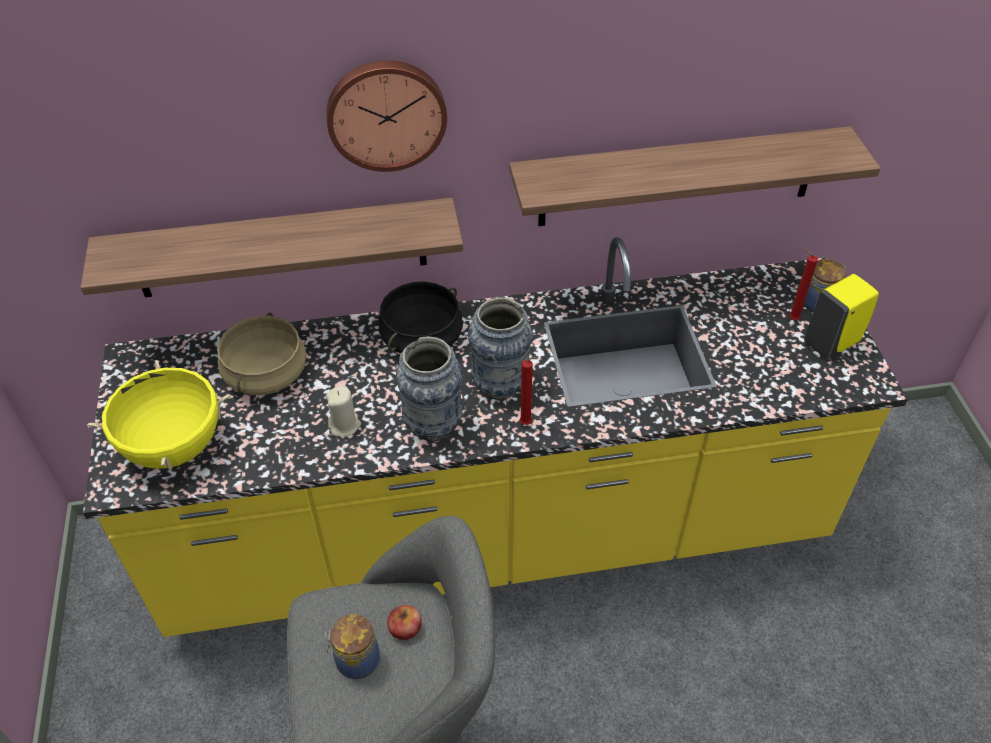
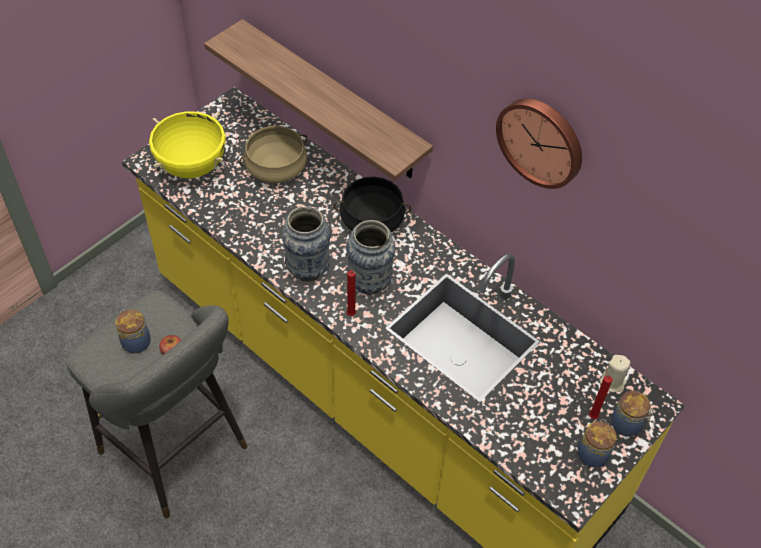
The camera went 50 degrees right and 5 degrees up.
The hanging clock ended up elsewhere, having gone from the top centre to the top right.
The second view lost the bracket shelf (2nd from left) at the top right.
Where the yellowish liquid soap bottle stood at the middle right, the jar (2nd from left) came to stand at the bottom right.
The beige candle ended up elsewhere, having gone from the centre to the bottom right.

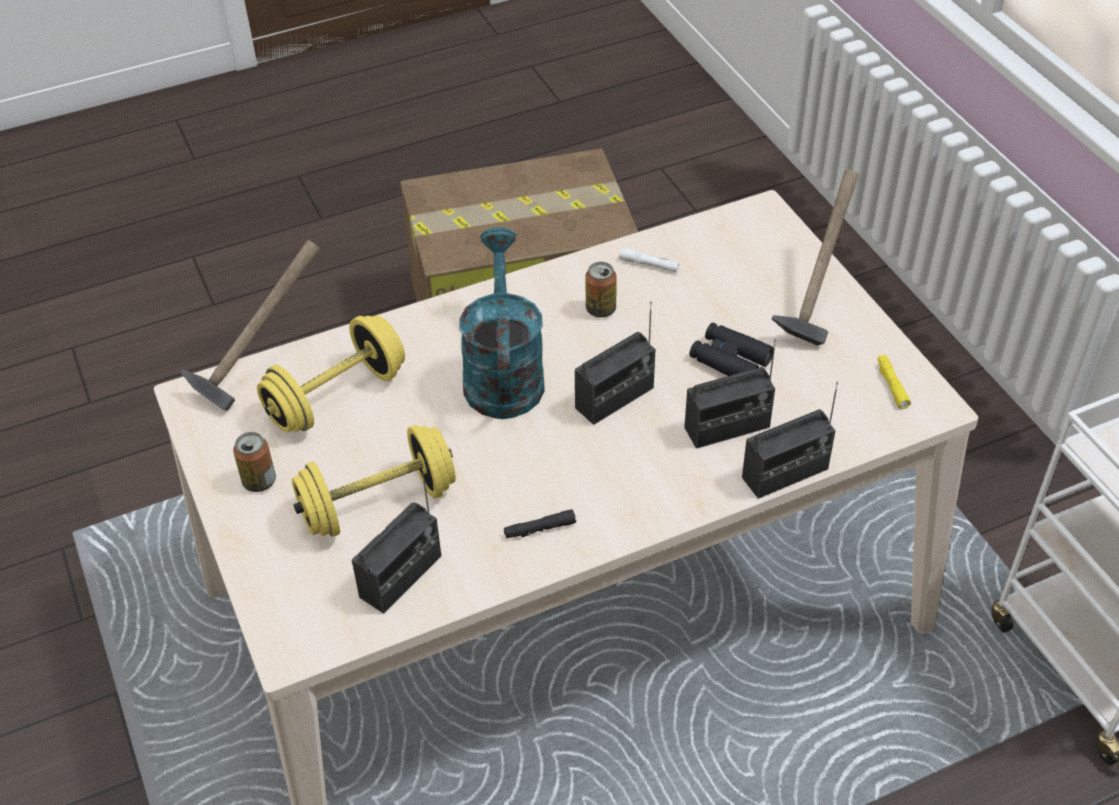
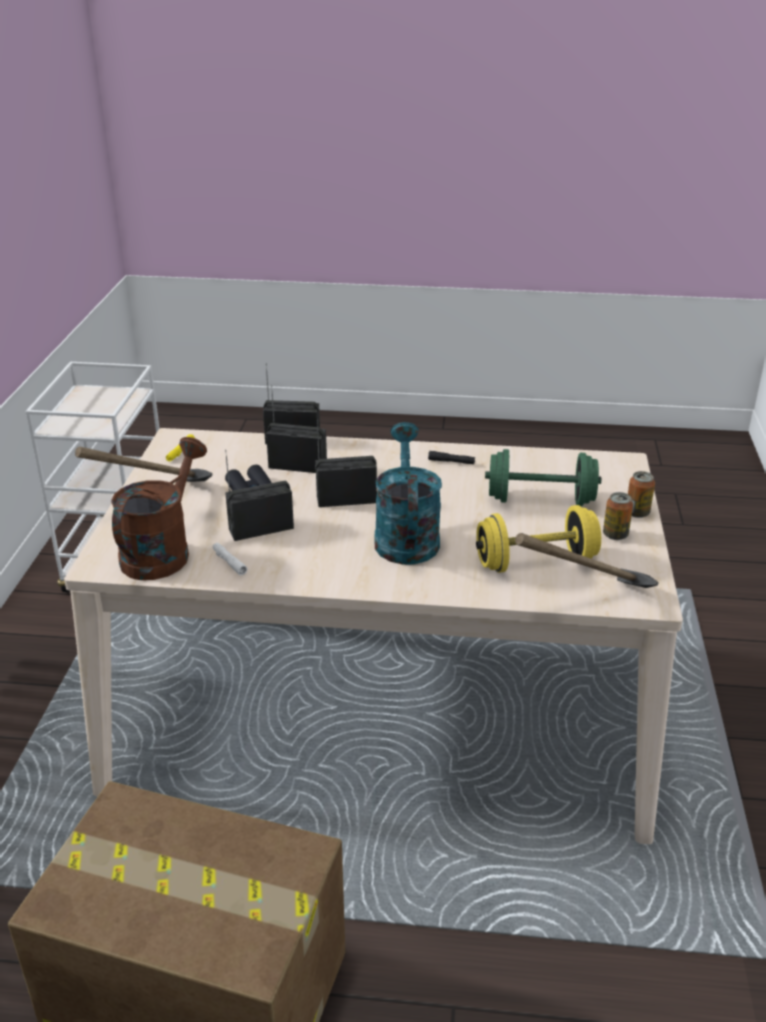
The camera went 150 degrees left and 15 degrees down.
The blue-green watering pot at the centre ended up facing another way, 150 degrees clockwise from before.
The metal can (2nd from left) ended up elsewhere, having gone from the centre to the middle right.
What was the yellowish free weight (2nd from left) at the centre turned into the greenish free weight at the middle right.
The radio receiver (1st from left) ended up elsewhere, having gone from the bottom centre to the centre.
The second view gained the brown watering pot at the middle left.

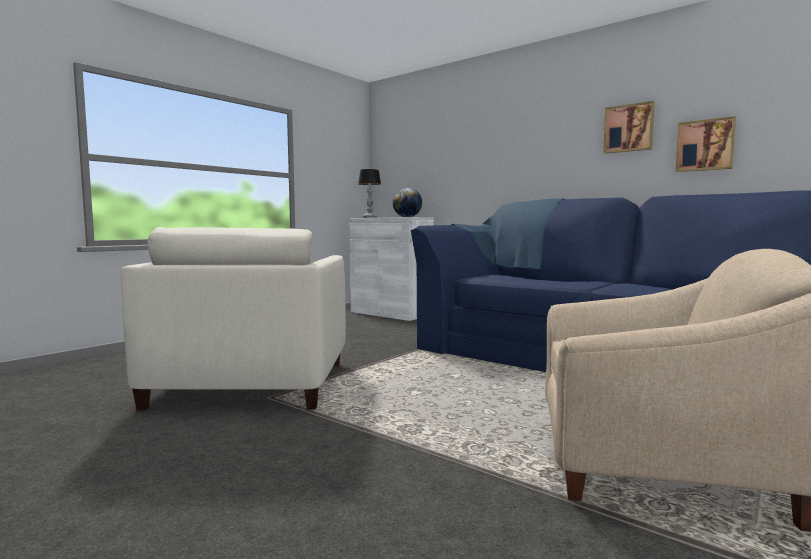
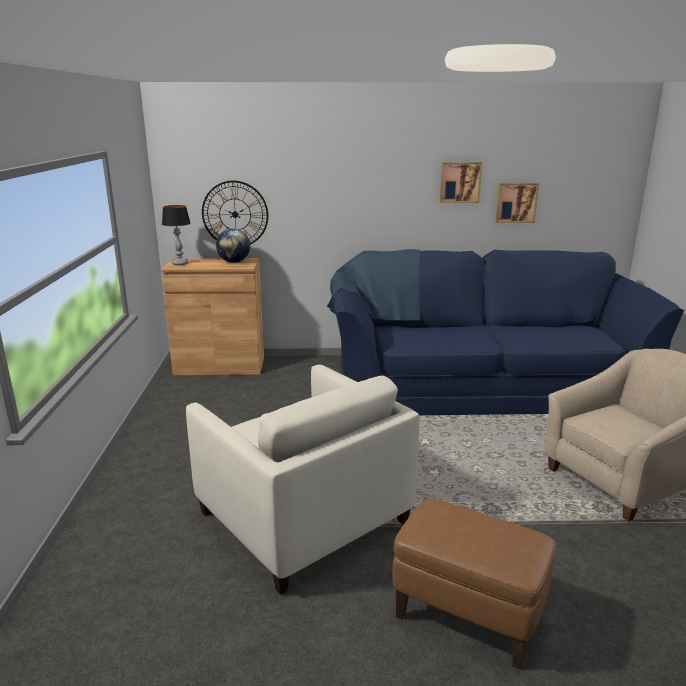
The camera went 40 degrees left and 15 degrees up.
What was the whitish storage cabinet at the centre turned into the brown storage cabinet at the middle left.
The second view gained the hanging clock at the top centre.
The second view gained the brown pouffe at the bottom right.

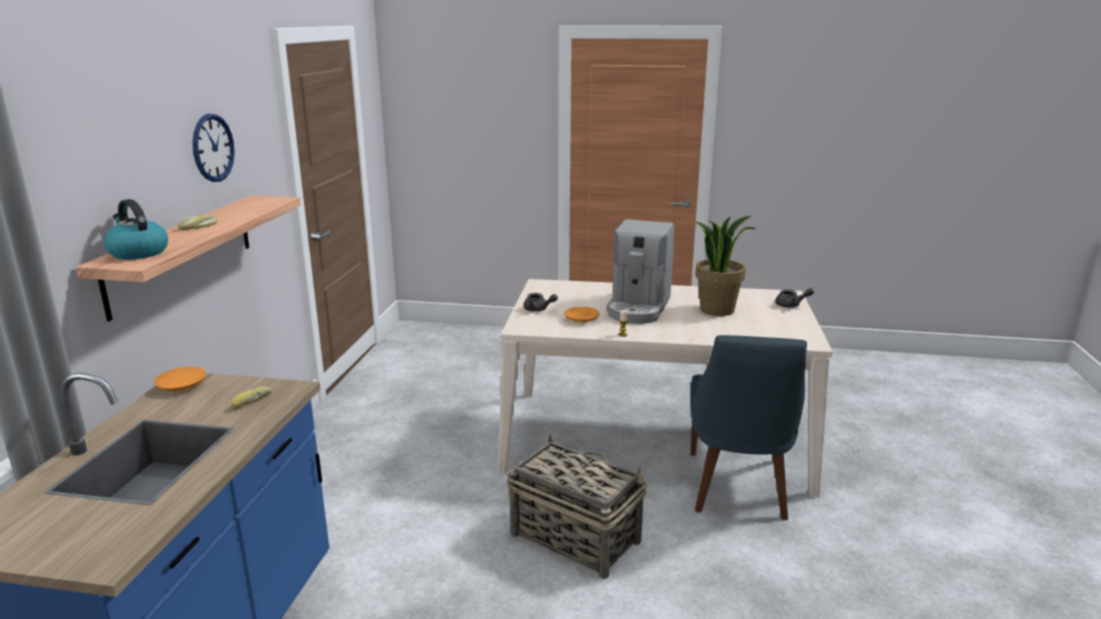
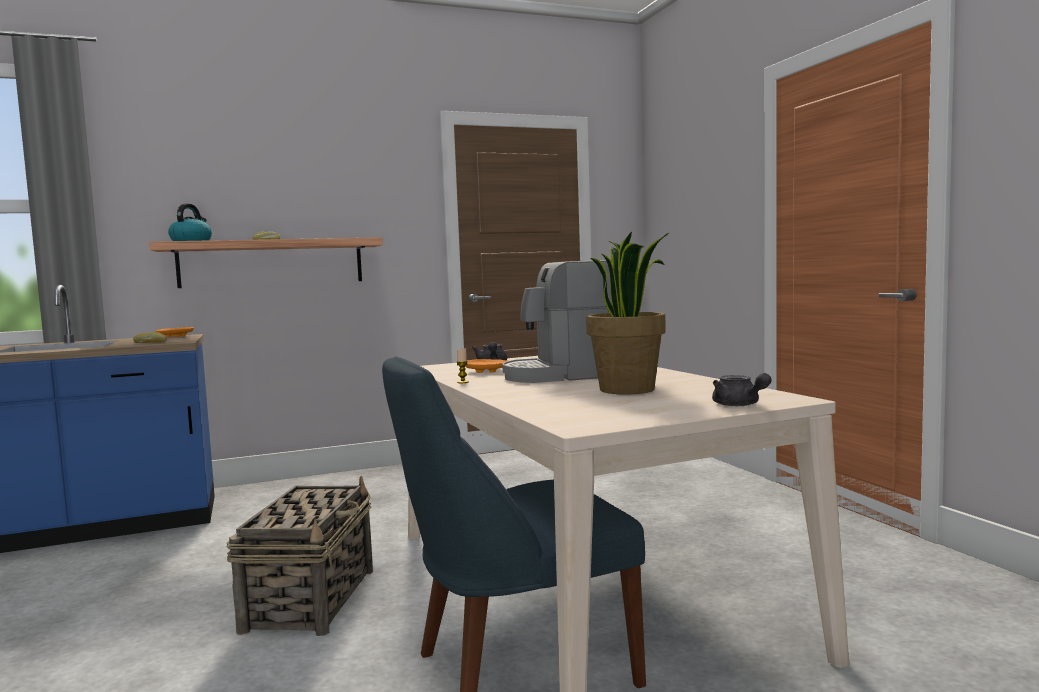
The camera went 60 degrees right and 15 degrees down.
The second view lost the hanging clock at the top left.

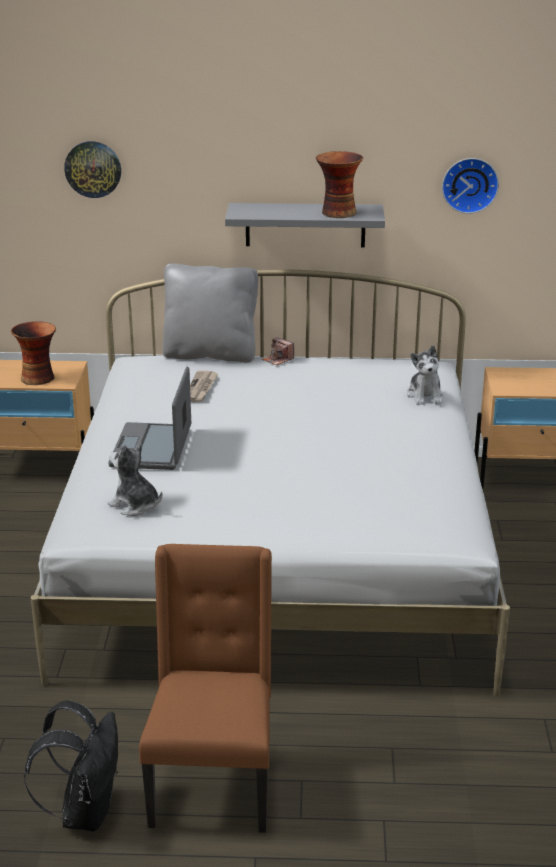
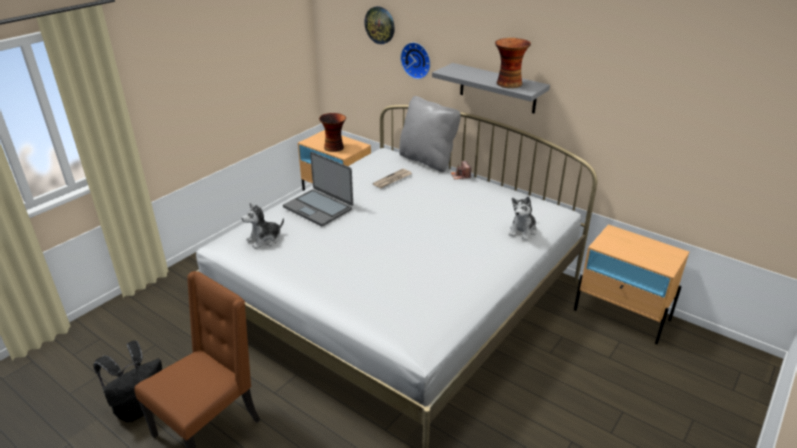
The camera went 35 degrees right and 5 degrees up.
The hanging clock (2nd from left) ended up elsewhere, having gone from the top right to the top centre.
The laptop at the middle left ended up facing another way, 90 degrees counterclockwise from before.
The plush toy (1st from left) at the middle left ended up facing another way, 105 degrees counterclockwise from before.

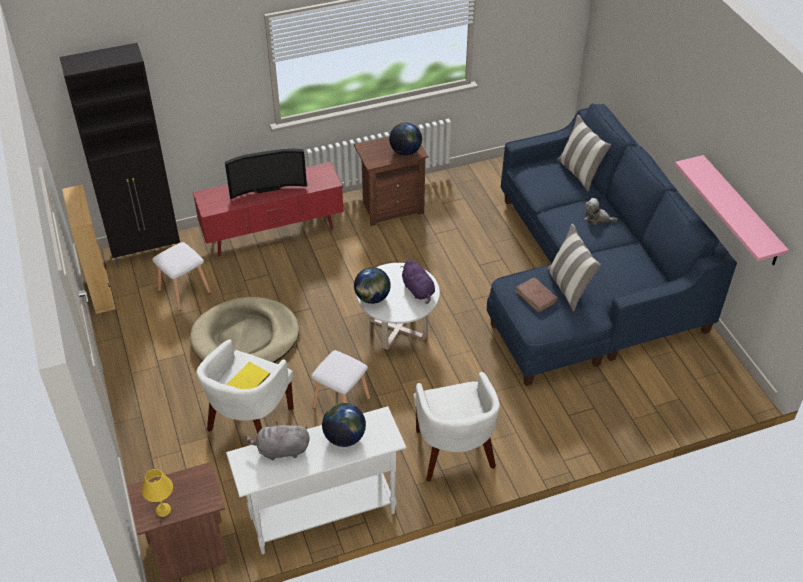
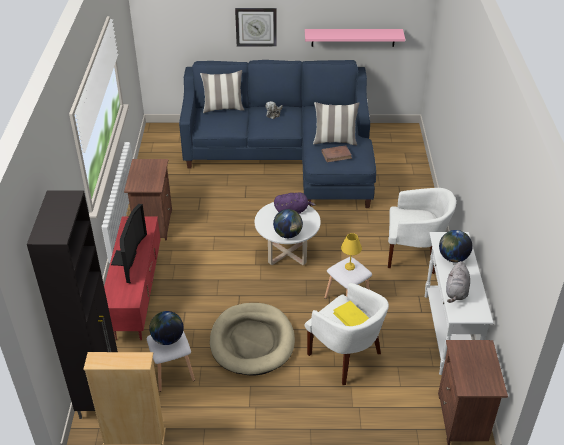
The camera went 70 degrees left and 5 degrees down.
The desk globe (3rd from left in the first image) ended up elsewhere, having gone from the top centre to the bottom left.
The yellowish tabletop lamp ended up elsewhere, having gone from the bottom left to the centre.
The second view gained the hanging clock at the top centre.

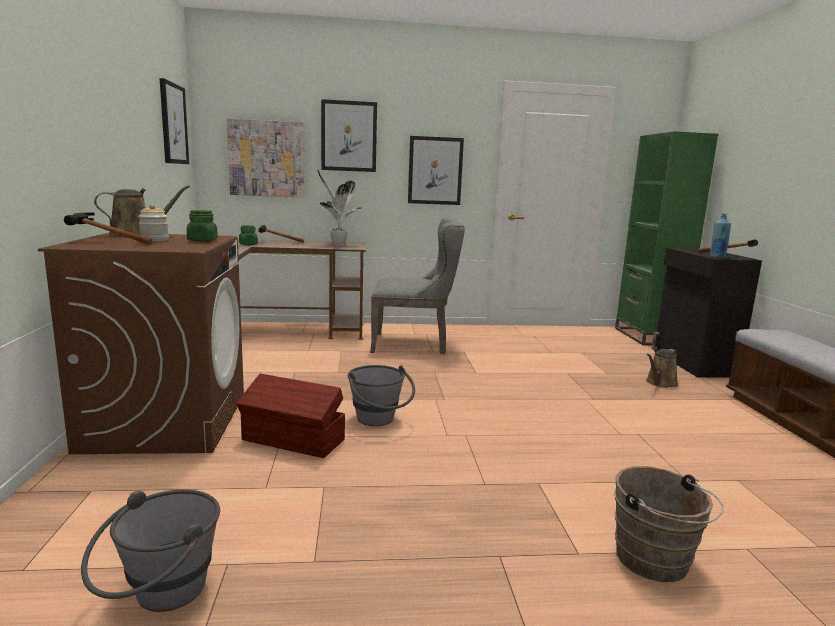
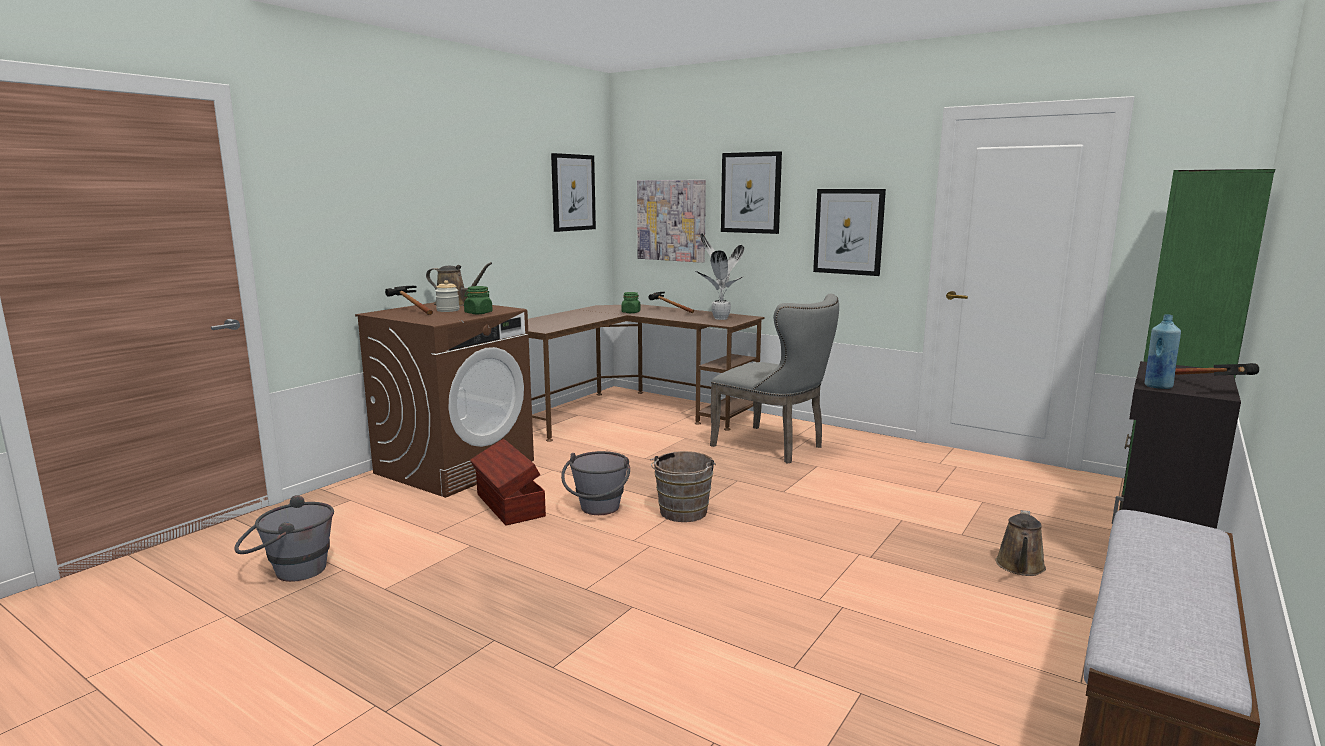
The camera went 40 degrees right and 0 degrees up.
The brown watering pot (2nd from left) at the middle right ended up facing another way, 60 degrees counterclockwise from before.
The brown pail ended up elsewhere, having gone from the bottom right to the centre.

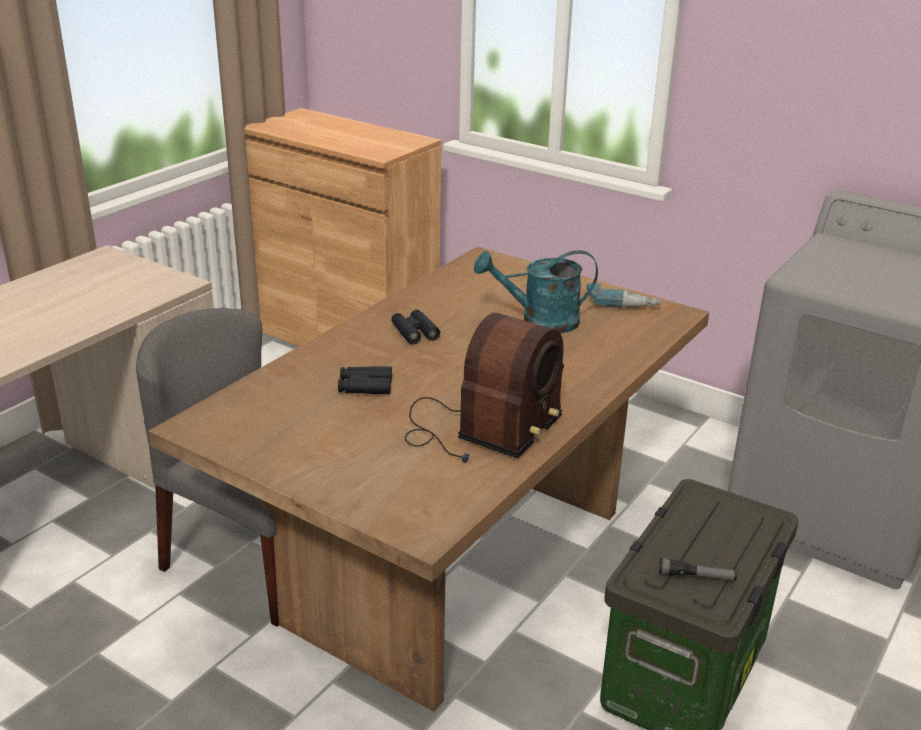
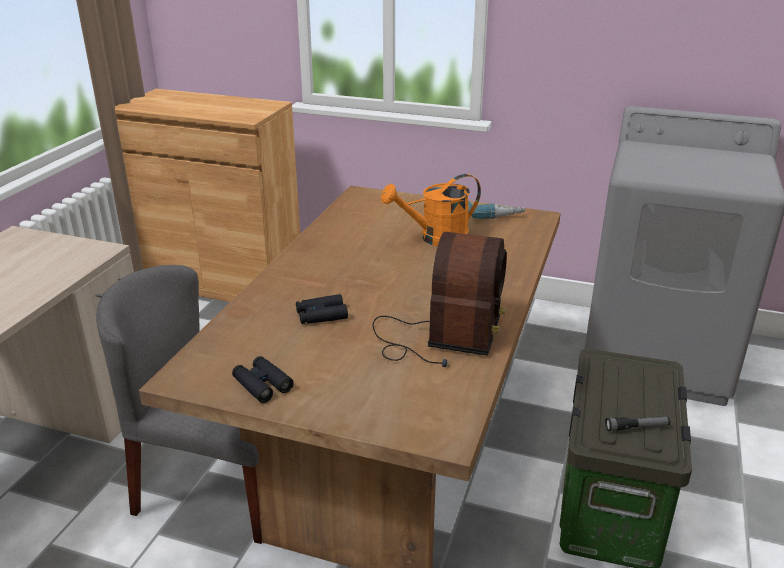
The camera went 15 degrees left and 0 degrees up.
What was the blue-green watering pot at the centre turned into the orange watering pot at the centre.
The black pair of binoculars (2nd from left in the first image) ended up elsewhere, having gone from the centre to the bottom centre.

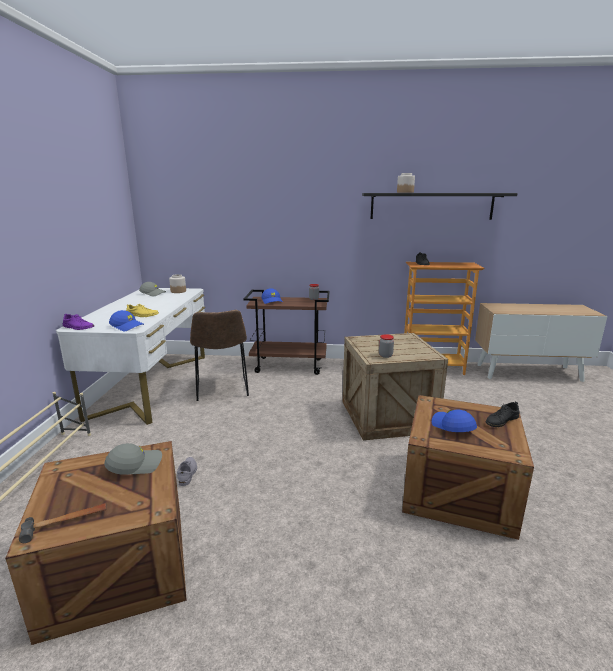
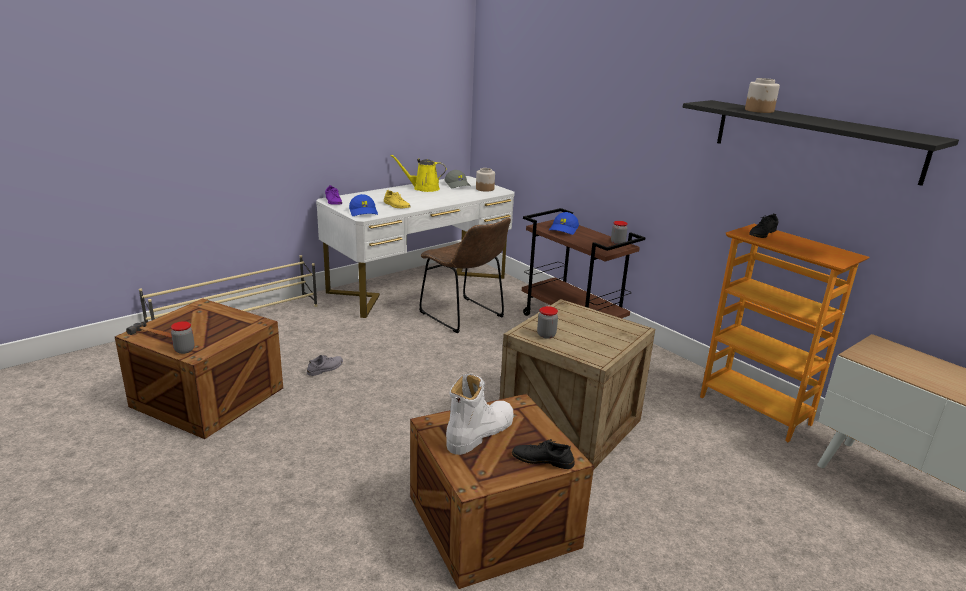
The camera went 45 degrees right and 5 degrees up.
The brown chair at the centre ended up facing another way, 75 degrees counterclockwise from before.
Where the blue-coloured baseball cap (3rd from left) stood at the middle right, the whitish tall boot came to stand at the bottom centre.
The second view lost the grey baseball cap (1st from left) at the bottom left.
The second view gained the yellowish watering pot at the top centre.
The second view gained the jar (1st from left) at the middle left.

